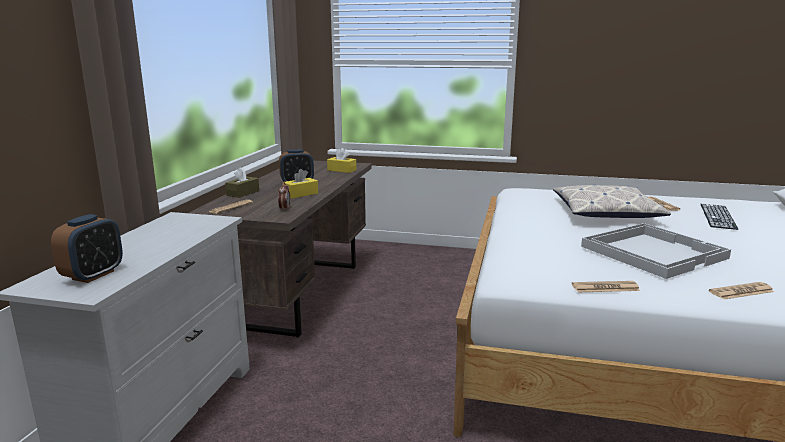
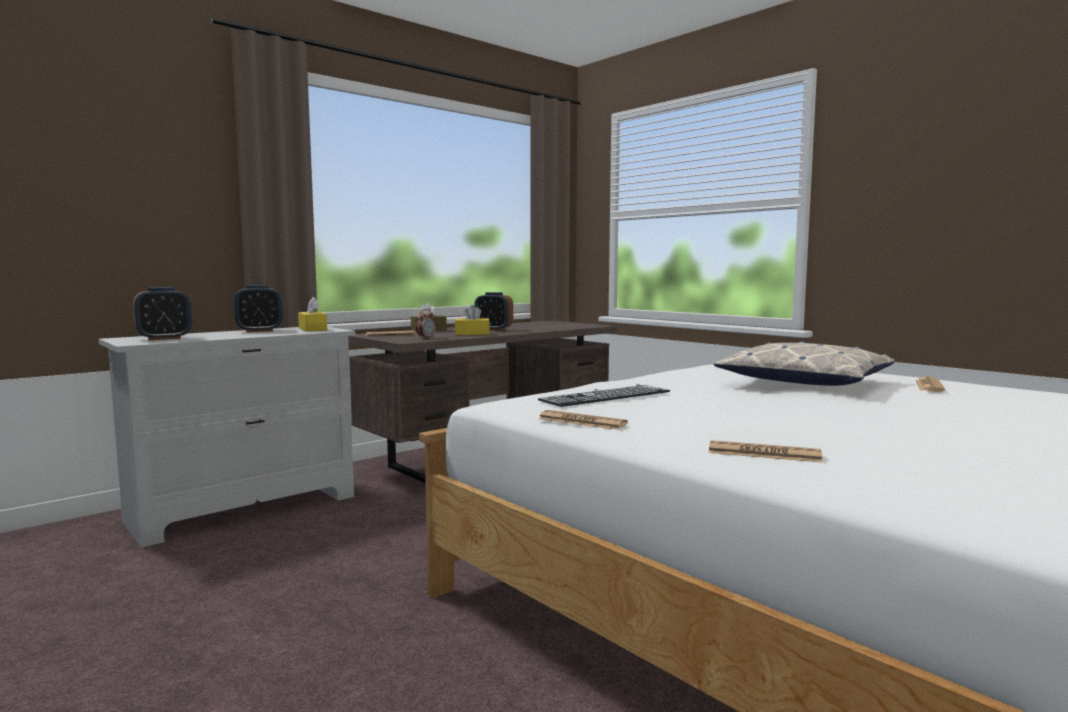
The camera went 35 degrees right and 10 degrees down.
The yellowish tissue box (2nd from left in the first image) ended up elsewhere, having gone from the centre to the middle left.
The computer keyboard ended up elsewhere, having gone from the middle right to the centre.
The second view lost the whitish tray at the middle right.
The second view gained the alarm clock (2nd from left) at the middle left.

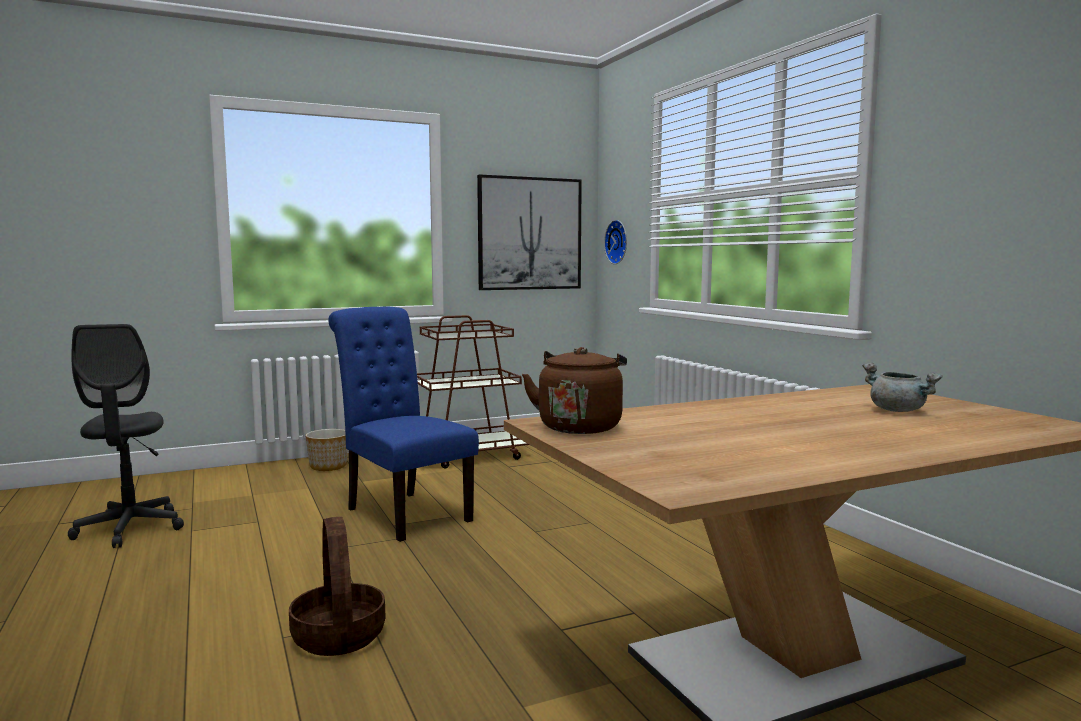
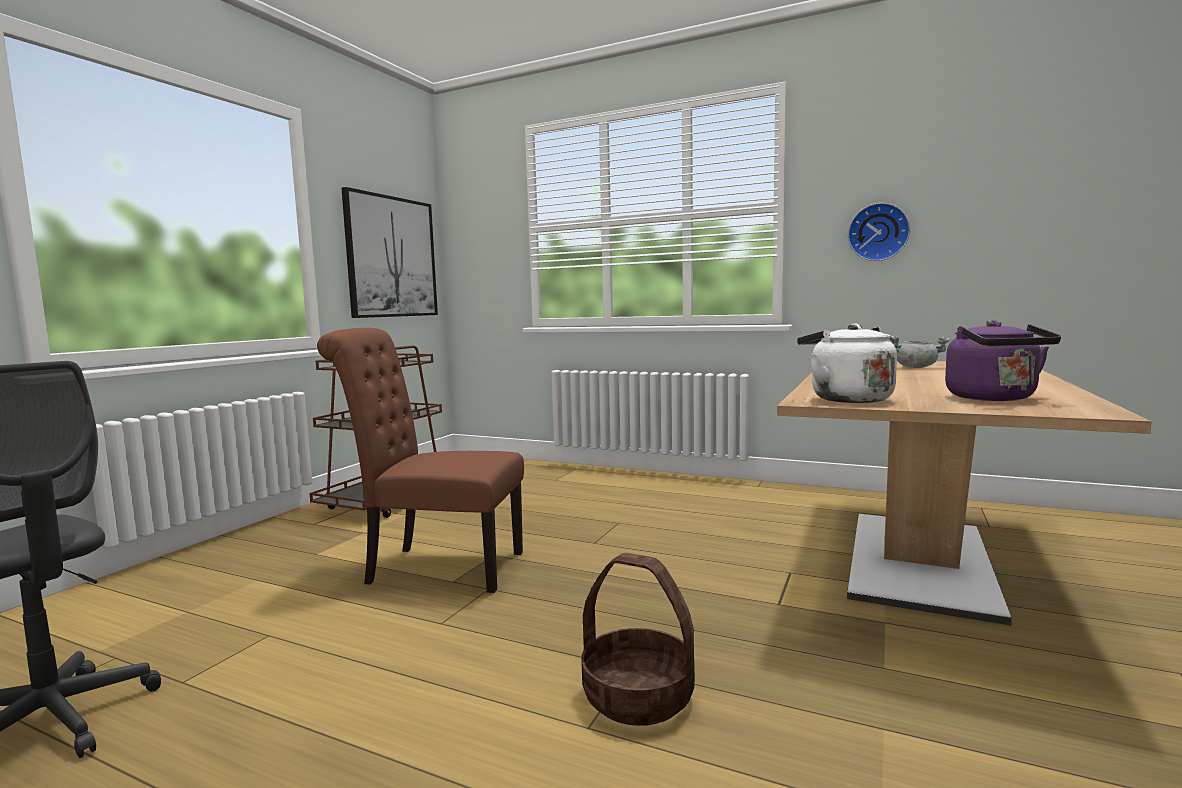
The camera went 40 degrees left and 0 degrees up.
The hanging clock ended up elsewhere, having gone from the centre to the top right.
What was the blue-coloured chair at the centre turned into the brown chair at the centre.
What was the brown water kettle at the centre turned into the whitish water kettle at the middle right.
The second view lost the flower pot at the middle left.
The second view gained the purple water kettle at the middle right.

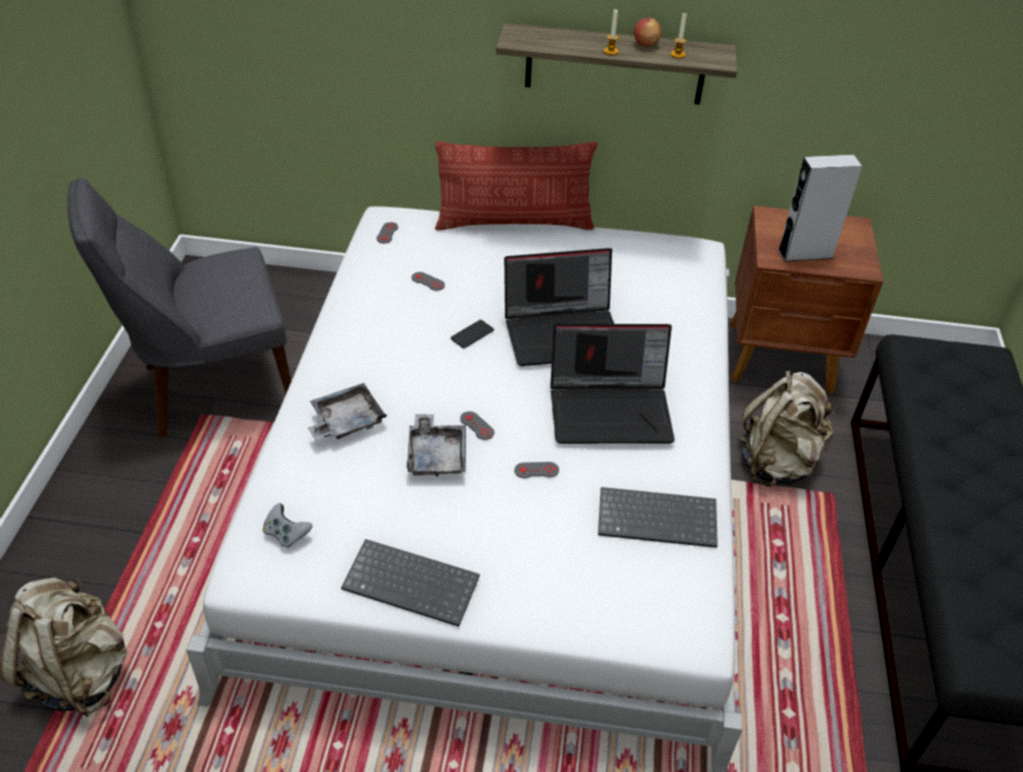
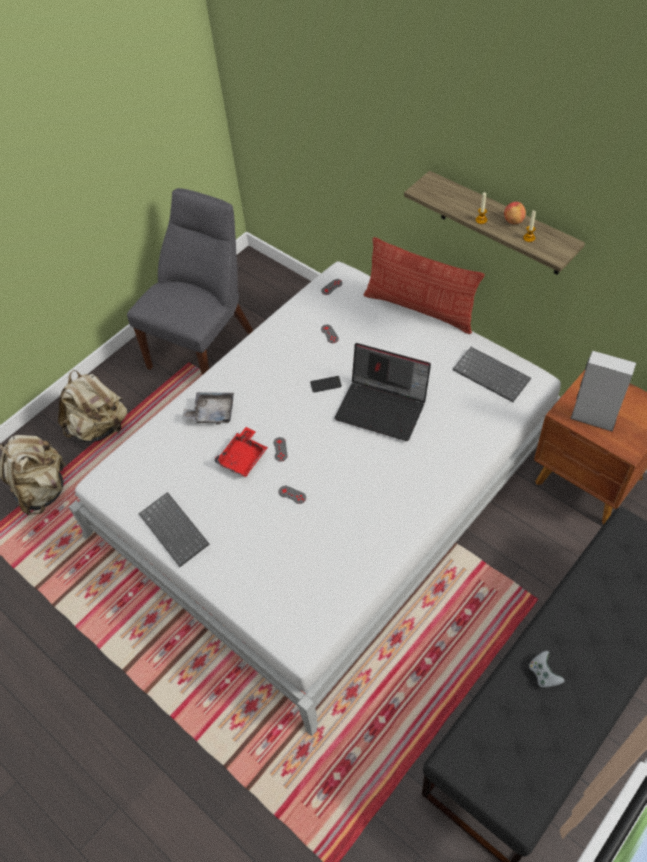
The camera went 40 degrees right and 10 degrees up.
The grey chair at the middle left ended up facing another way, 105 degrees clockwise from before.
The second view lost the laptop (2nd from left) at the centre.
The beige knapsack (2nd from left) ended up elsewhere, having gone from the middle right to the middle left.
What was the grey tray (2nd from left) at the centre turned into the red tray at the centre.
The computer keyboard (2nd from left) ended up elsewhere, having gone from the bottom centre to the middle right.
The grey joypad (1st from left in the first image) ended up elsewhere, having gone from the bottom left to the bottom right.

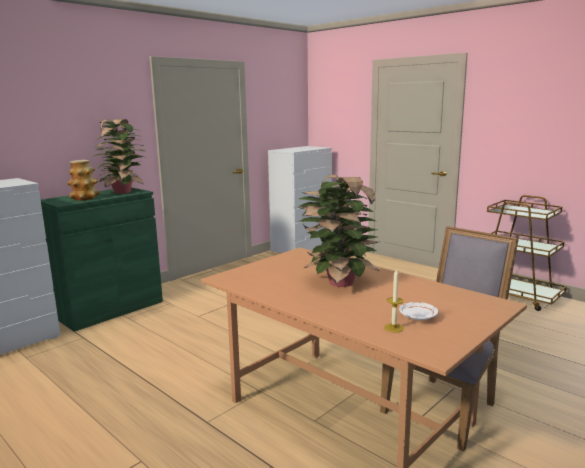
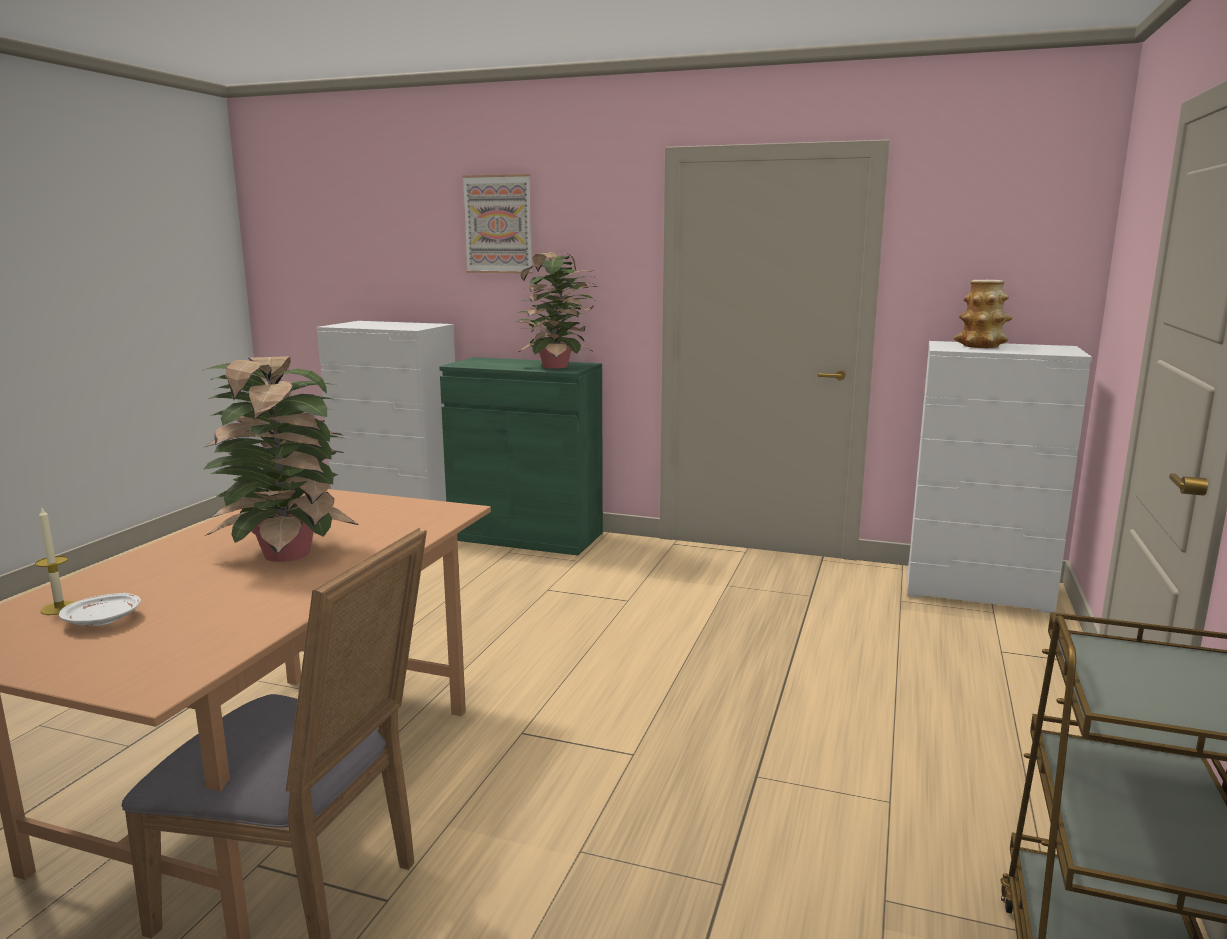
The camera went 65 degrees right and 0 degrees up.
The flower vase ended up elsewhere, having gone from the middle left to the middle right.
The second view gained the wall picture at the top centre.

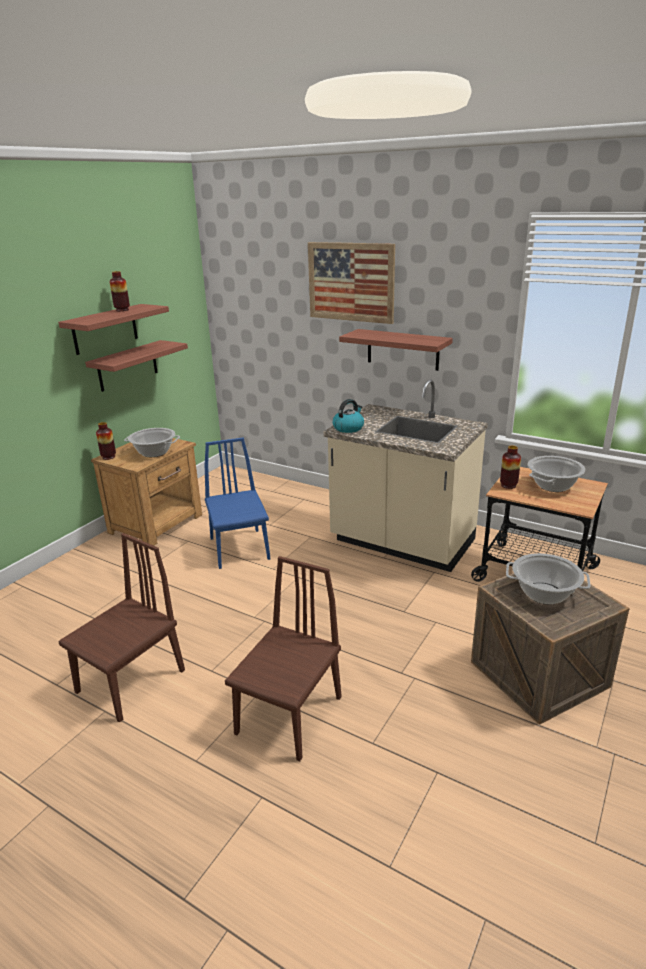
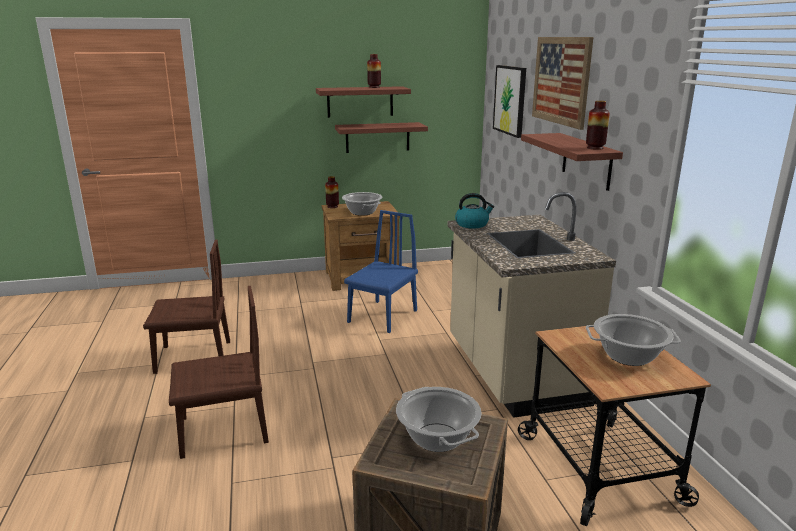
The camera went 45 degrees right and 5 degrees down.
The flower vase (3rd from left) ended up elsewhere, having gone from the middle right to the top right.
The second view gained the wall picture (1st from left) at the top centre.

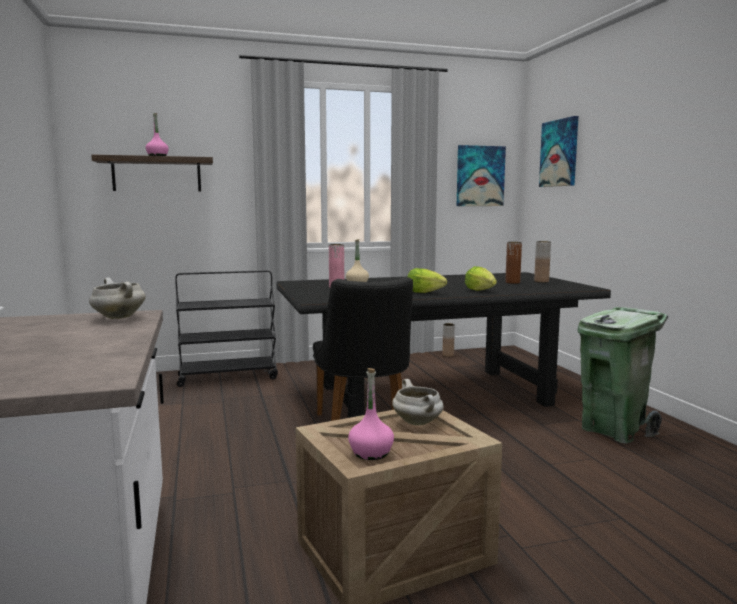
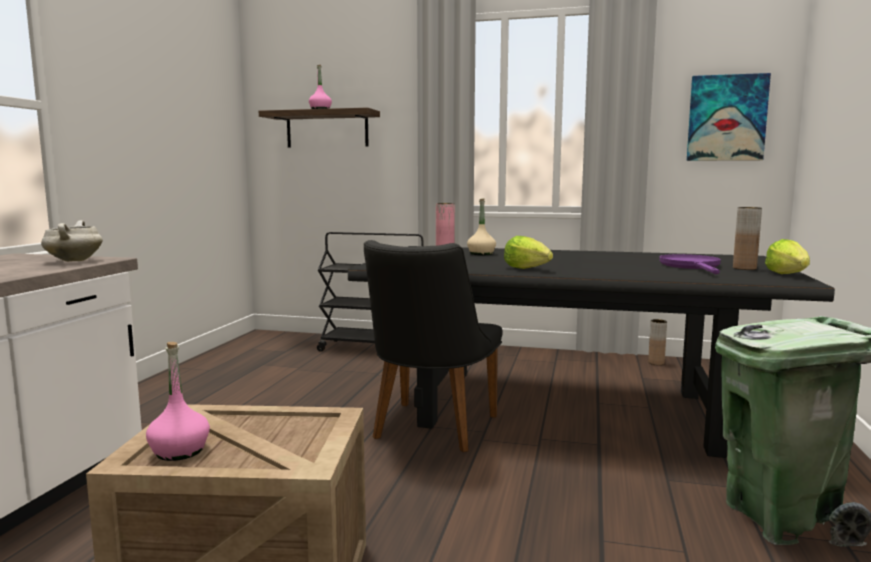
The camera went 30 degrees right and 0 degrees up.
The second view lost the wall picture (2nd from left) at the top right.
Where the brown flower vase (2nd from left) stood at the middle right, the purple skillet came to stand at the middle right.
The lettuce head (2nd from left) ended up elsewhere, having gone from the centre to the middle right.
The second view lost the whitish cooking pot (2nd from left) at the centre.

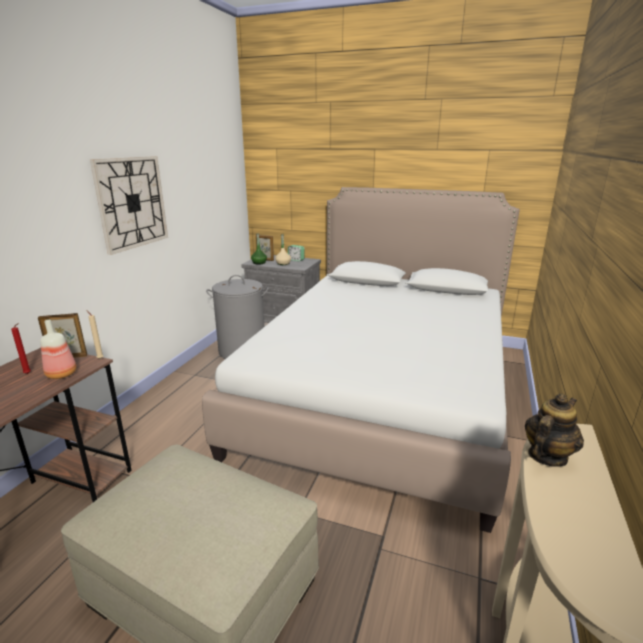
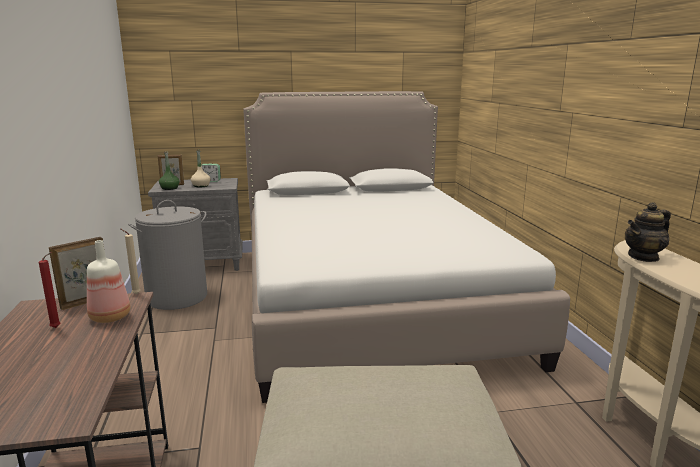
The camera went 30 degrees left and 5 degrees down.
The second view lost the hanging clock at the top left.
The pot for tea at the bottom right ended up facing another way, 135 degrees counterclockwise from before.

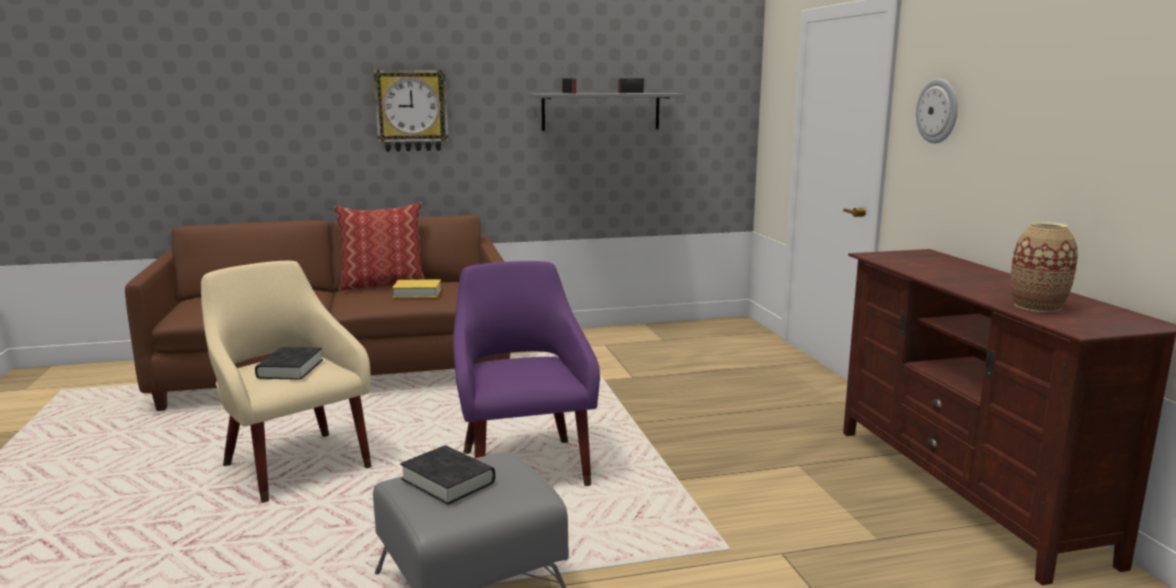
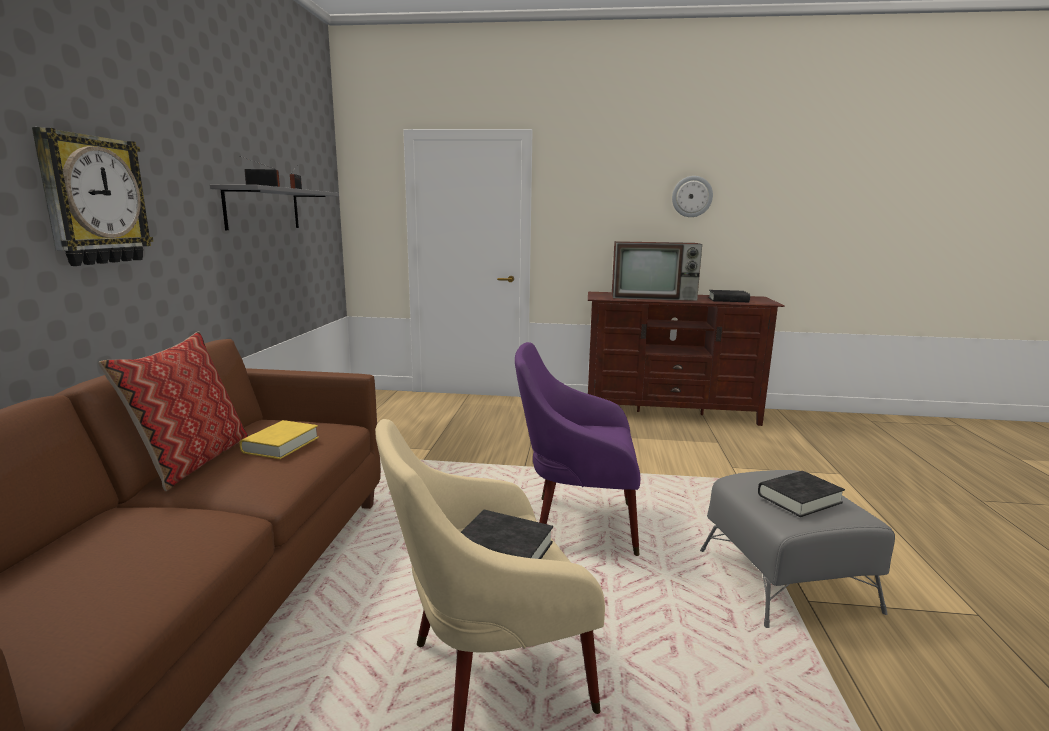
The camera went 70 degrees left and 0 degrees up.
The hanging clock (2nd from left) ended up elsewhere, having gone from the top right to the top centre.
Where the flower vase stood at the middle right, the black bound book (2nd from left) came to stand at the middle right.
The second view gained the TV set at the centre.

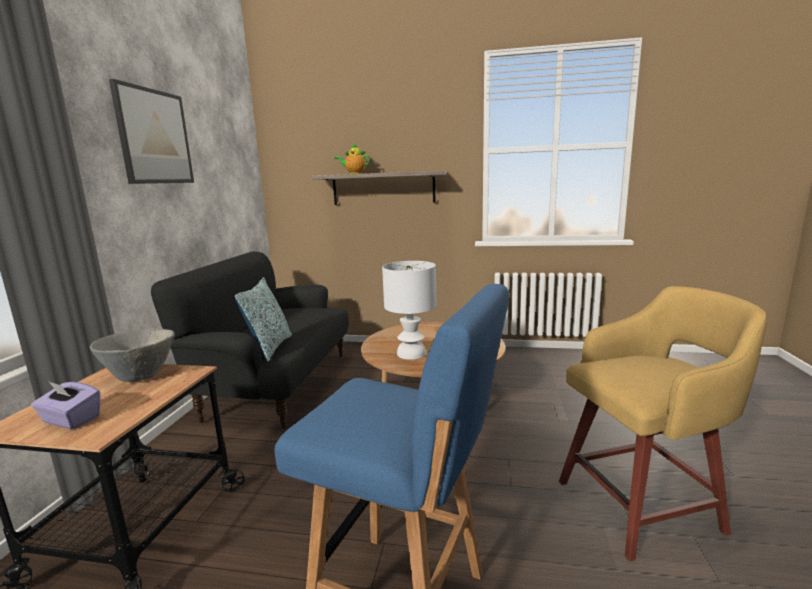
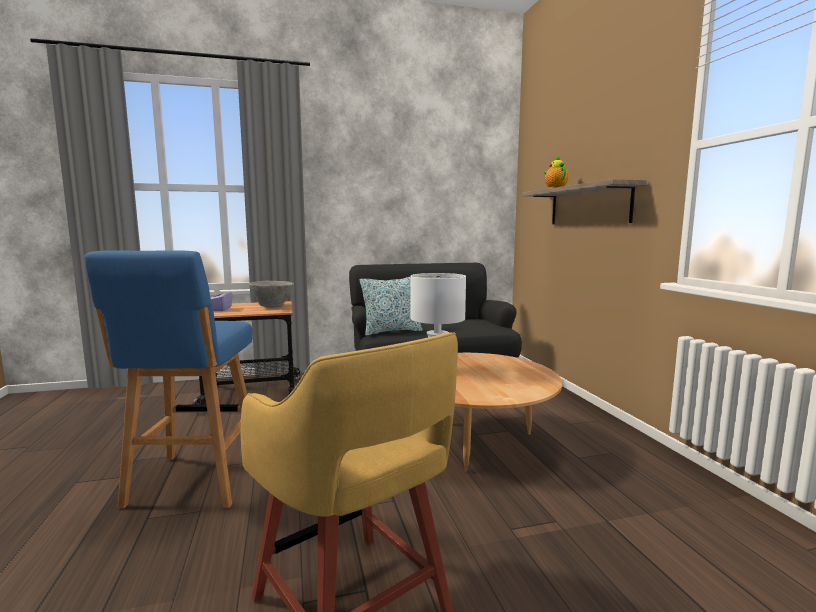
The camera went 65 degrees right and 5 degrees down.
The second view lost the wall picture at the top left.

